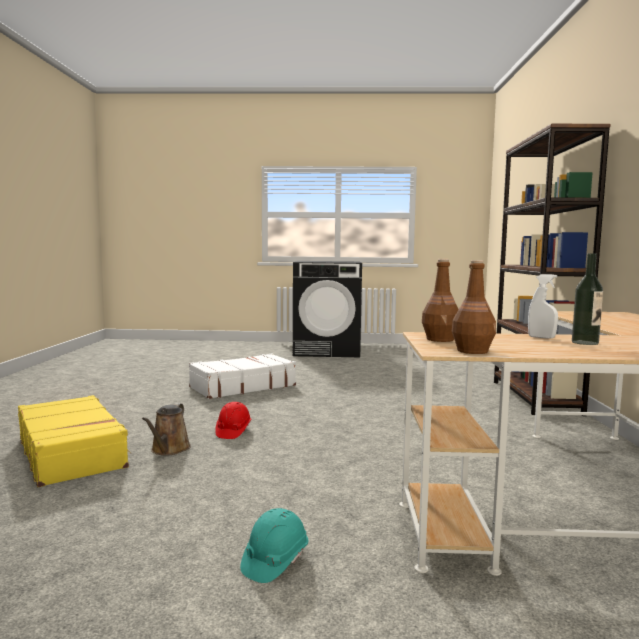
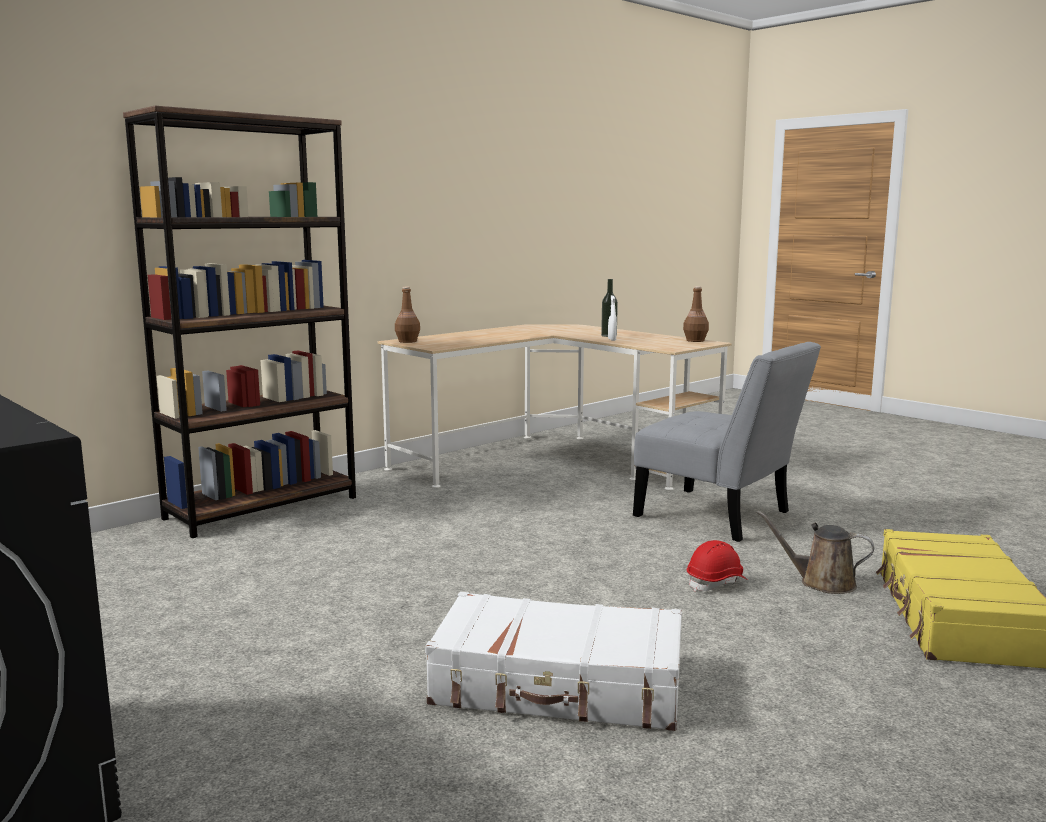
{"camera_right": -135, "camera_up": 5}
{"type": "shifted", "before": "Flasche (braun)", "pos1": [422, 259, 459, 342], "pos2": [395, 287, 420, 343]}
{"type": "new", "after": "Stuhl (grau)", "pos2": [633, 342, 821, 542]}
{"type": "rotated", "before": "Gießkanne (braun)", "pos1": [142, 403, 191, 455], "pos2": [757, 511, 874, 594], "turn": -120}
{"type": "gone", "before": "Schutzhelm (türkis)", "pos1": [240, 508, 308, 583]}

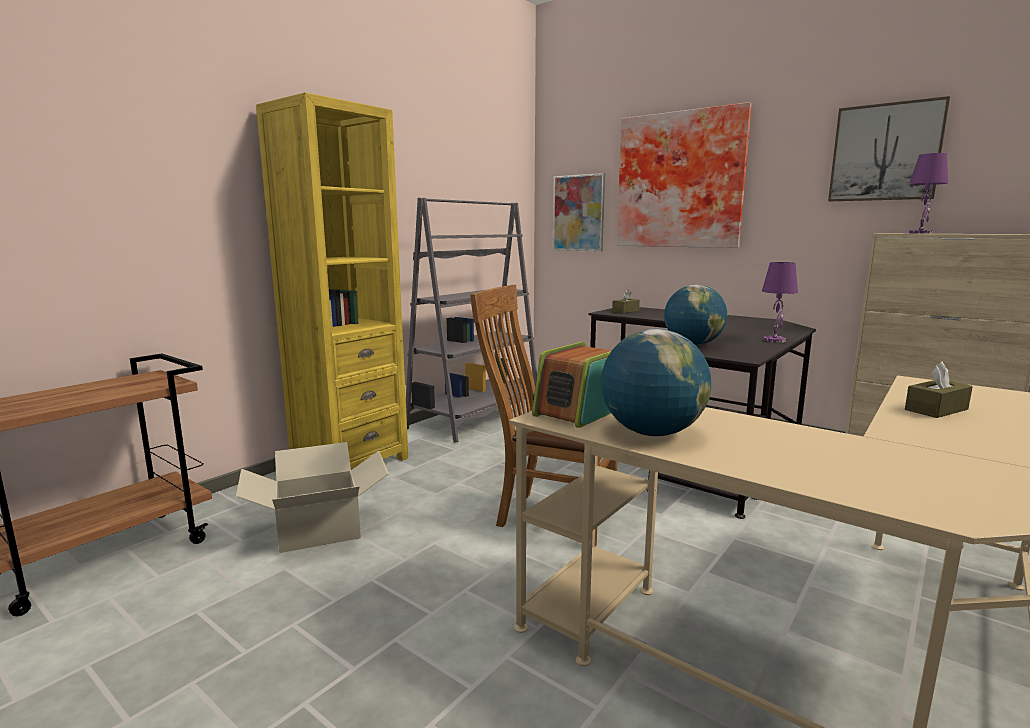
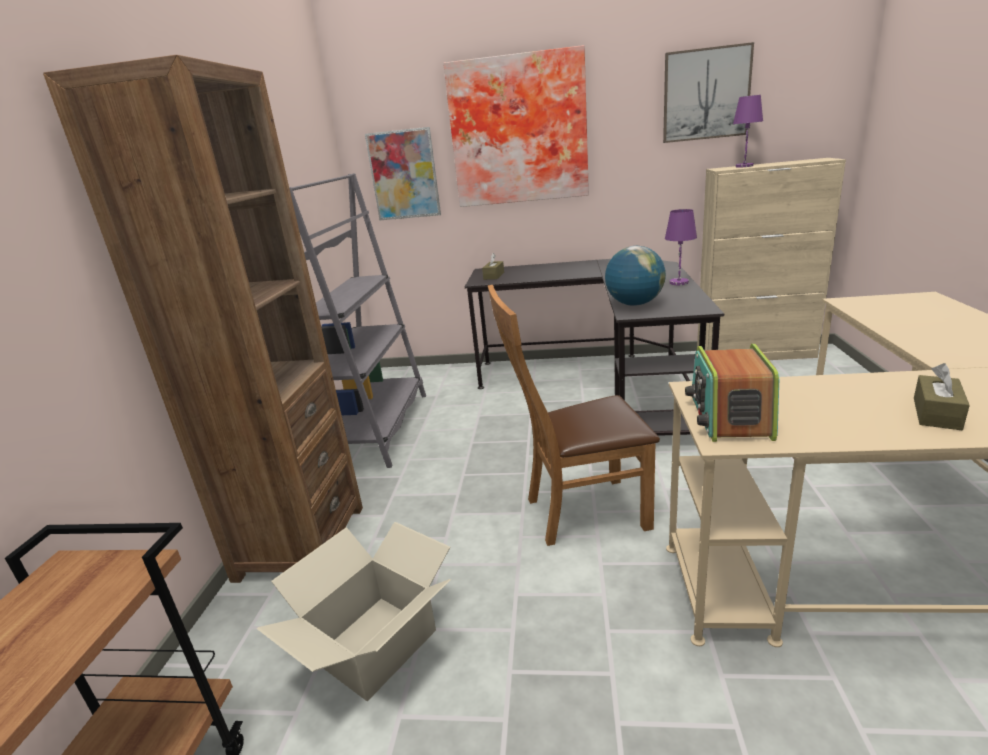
{"camera_right": -30, "camera_up": 10}
{"type": "repainted", "before": "Bücherregal (gelb)", "after": "Bücherregal (braun)", "pos1": [256, 92, 408, 470], "pos2": [43, 55, 363, 583]}
{"type": "shifted", "before": "Taschentuchbox (braun)", "pos1": [905, 362, 973, 418], "pos2": [914, 363, 970, 430]}
{"type": "gone", "before": "Globus", "pos1": [601, 329, 711, 436]}

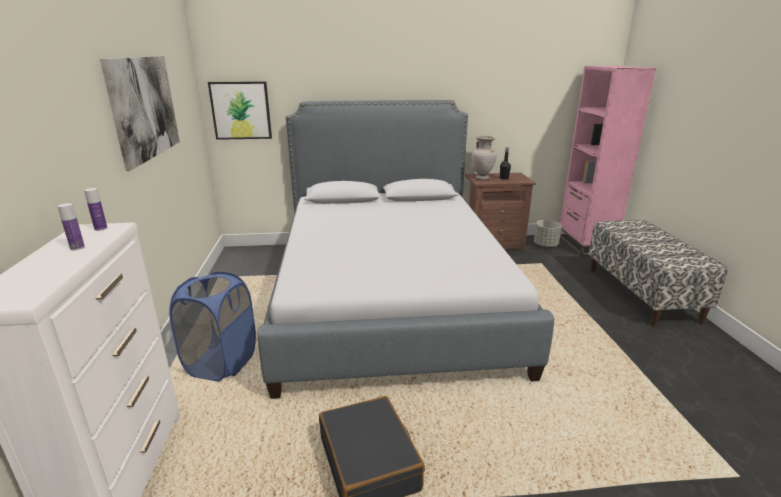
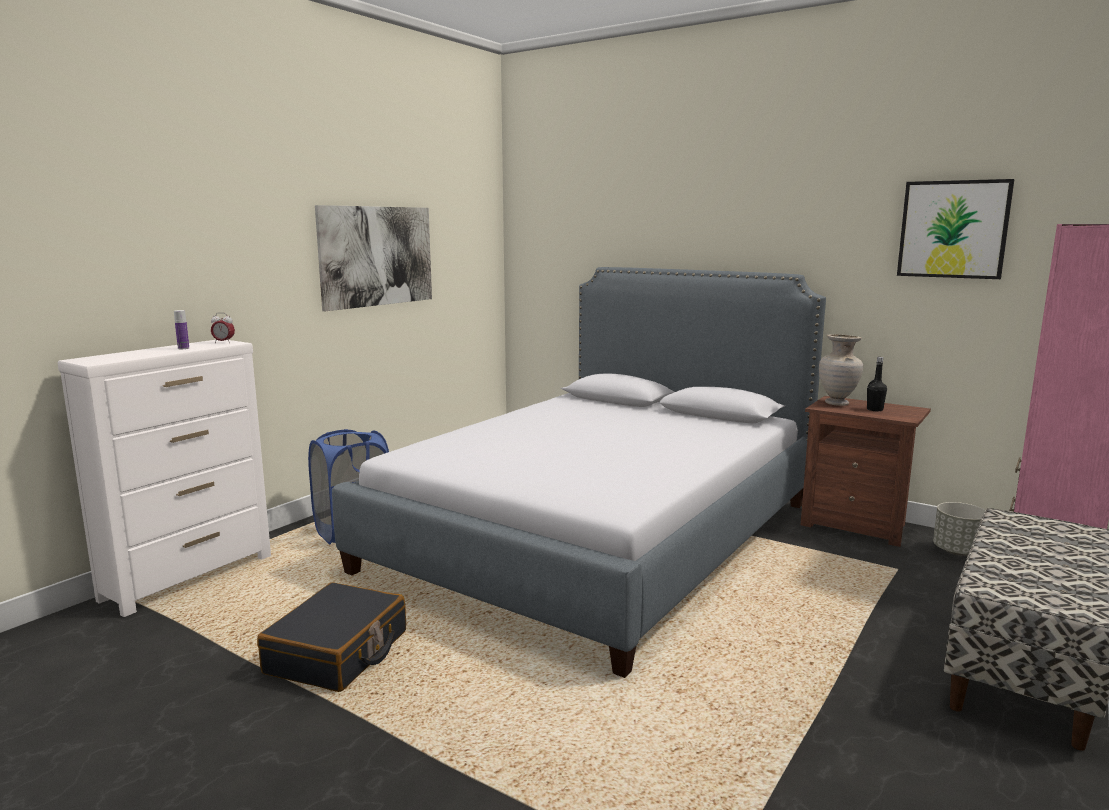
{"camera_right": 40, "camera_up": -10}
{"type": "swapped", "before": "Flasche", "after": "Wecker", "pos1": [84, 188, 107, 231], "pos2": [211, 313, 235, 343]}
{"type": "shifted", "before": "Bild", "pos1": [208, 81, 272, 140], "pos2": [897, 179, 1014, 279]}

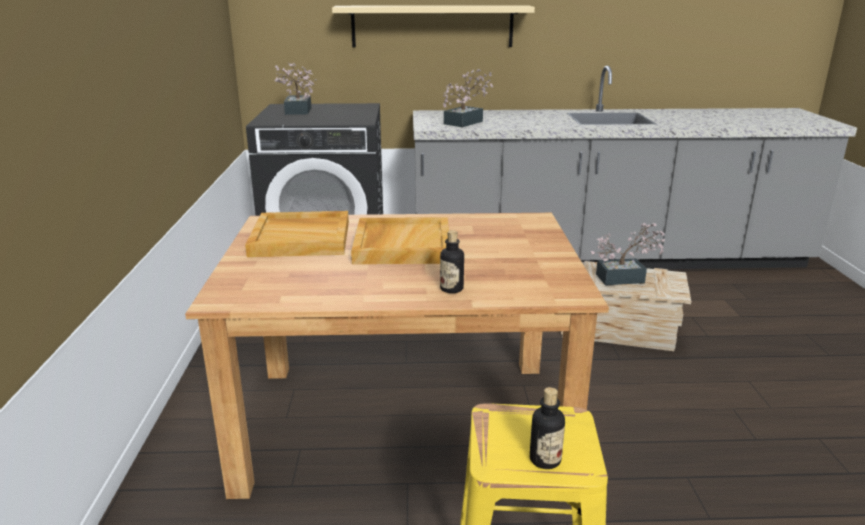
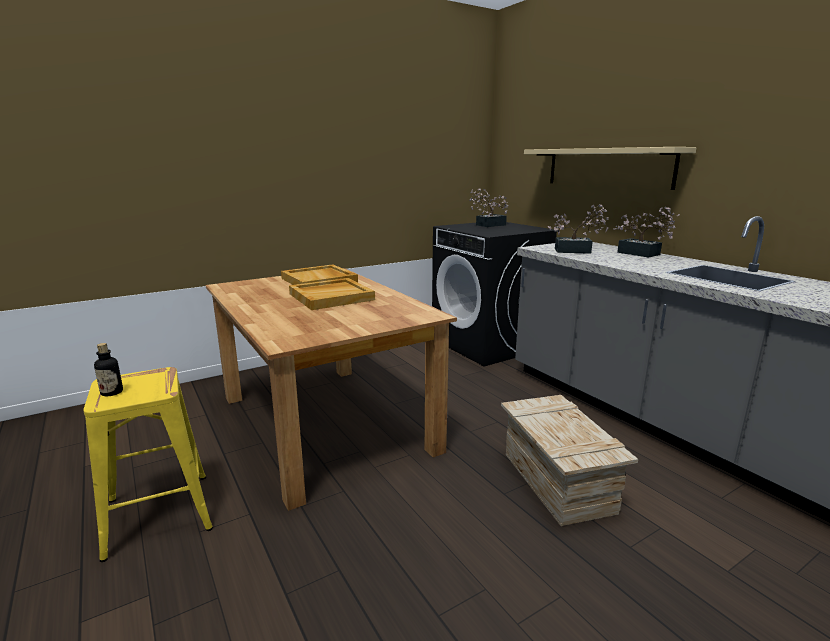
{"camera_right": 60, "camera_up": -5}
{"type": "shifted", "before": "Topfpflanze", "pos1": [591, 223, 665, 285], "pos2": [613, 207, 680, 258]}
{"type": "gone", "before": "Flasche", "pos1": [440, 230, 464, 293]}

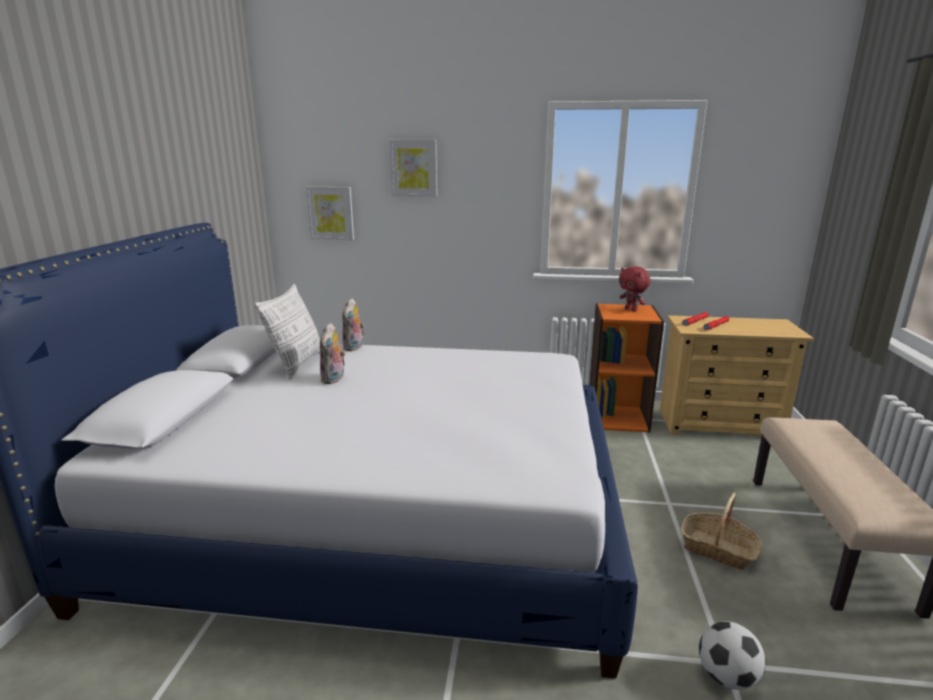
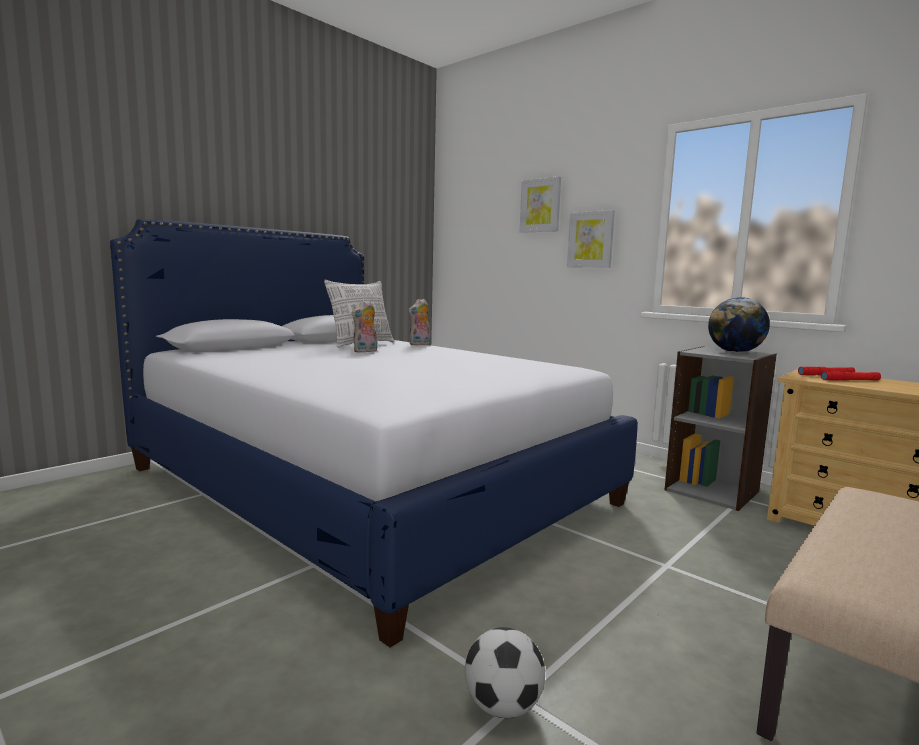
{"camera_right": 35, "camera_up": -10}
{"type": "shifted", "before": "Bild", "pos1": [306, 187, 354, 240], "pos2": [567, 210, 615, 268]}
{"type": "repainted", "before": "Bücherregal (orange)", "after": "Bücherregal (grau)", "pos1": [589, 303, 664, 433], "pos2": [665, 346, 777, 511]}
{"type": "swapped", "before": "Plüschtier (rot)", "after": "Globus", "pos1": [619, 266, 651, 312], "pos2": [708, 297, 770, 353]}
{"type": "gone", "before": "Korb", "pos1": [681, 492, 762, 570]}

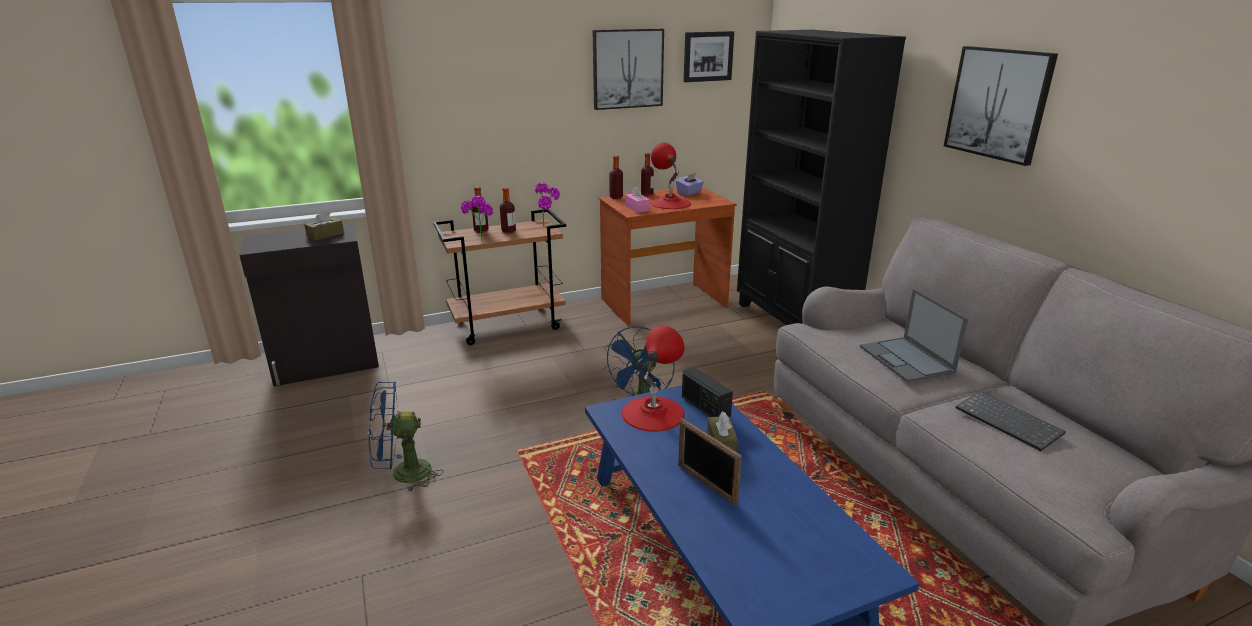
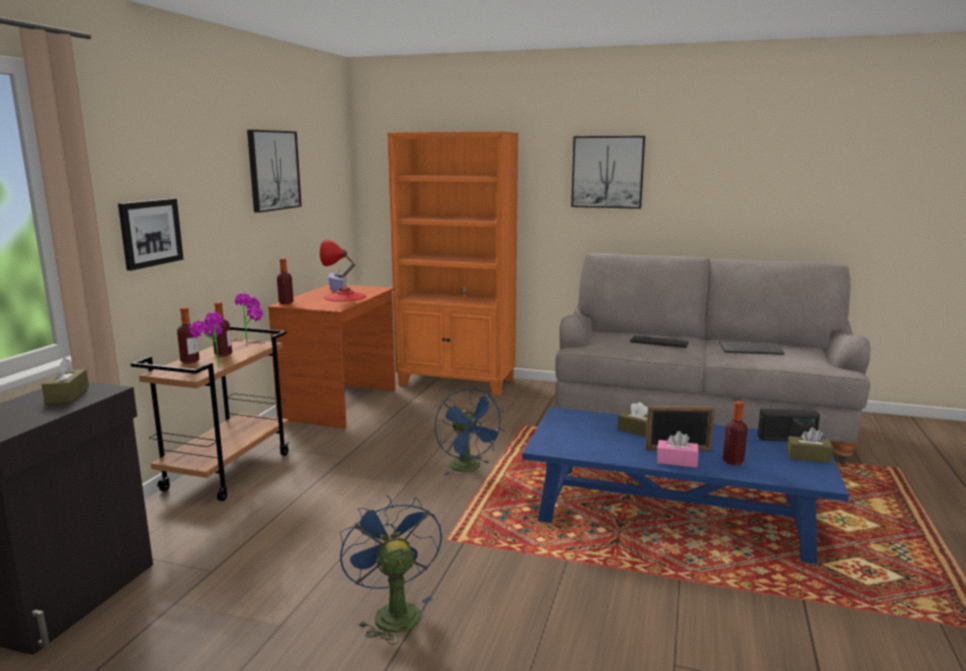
{"camera_right": -50, "camera_up": -10}
{"type": "shifted", "before": "Bild", "pos1": [684, 31, 734, 82], "pos2": [118, 198, 184, 271]}
{"type": "rotated", "before": "Ventilator (blau)", "pos1": [369, 381, 443, 493], "pos2": [340, 495, 442, 645], "turn": 135}
{"type": "repainted", "before": "Bücherregal (schwarz)", "after": "Bücherregal (orange)", "pos1": [737, 30, 906, 325], "pos2": [387, 132, 518, 396]}
{"type": "swapped", "before": "Laptop", "after": "Tastatur", "pos1": [860, 289, 968, 382], "pos2": [630, 336, 689, 348]}
{"type": "shifted", "before": "Taschentuchbox (rosa)", "pos1": [625, 186, 650, 213], "pos2": [657, 431, 699, 468]}
{"type": "shifted", "before": "Flasche", "pos1": [641, 153, 654, 196], "pos2": [723, 401, 748, 465]}
{"type": "shifted", "before": "Radio", "pos1": [682, 367, 733, 417], "pos2": [757, 409, 820, 441]}
{"type": "new", "after": "Taschentuchbox (braun)", "pos2": [787, 427, 833, 463]}
{"type": "gone", "before": "Tischlampe (rot)", "pos1": [622, 325, 685, 432]}

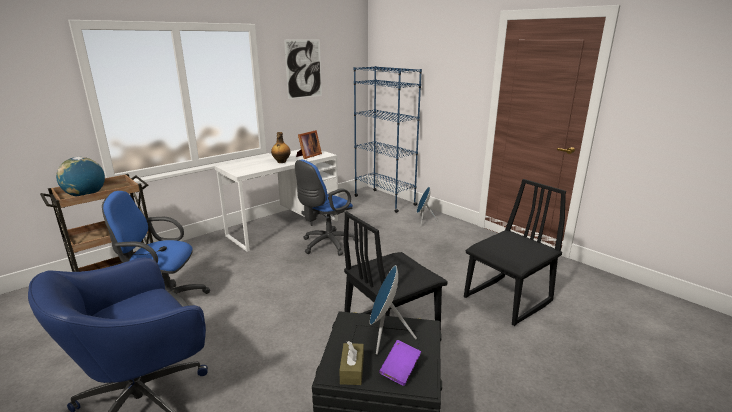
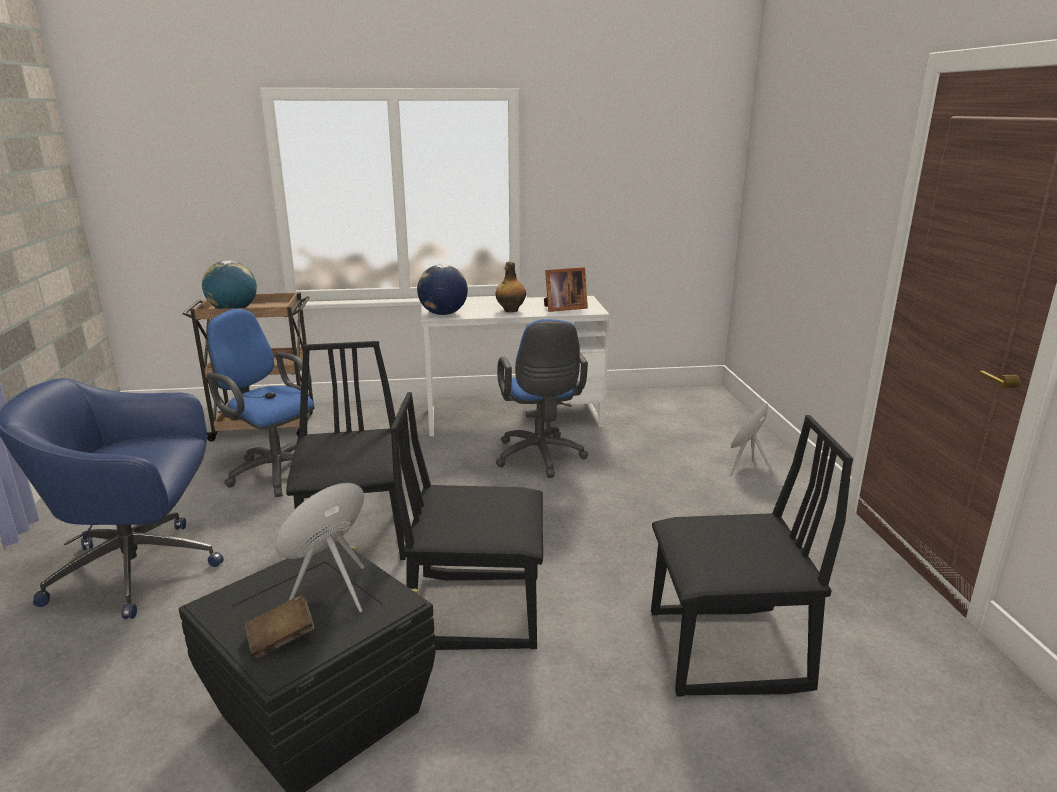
{"camera_right": 35, "camera_up": 0}
{"type": "repainted", "before": "Buch (lila)", "after": "Buch (braun)", "pos1": [379, 340, 421, 386], "pos2": [245, 594, 314, 659]}
{"type": "new", "after": "Stuhl (schwarz)", "pos2": [286, 341, 406, 560]}
{"type": "new", "after": "Globus", "pos2": [417, 264, 468, 315]}
{"type": "rotated", "before": "Bürostuhl (blau)", "pos1": [295, 160, 359, 256], "pos2": [495, 319, 588, 478], "turn": -90}
{"type": "gone", "before": "Bild", "pos1": [284, 39, 322, 99]}
{"type": "gone", "before": "Taschentuchbox (braun)", "pos1": [339, 341, 364, 385]}
{"type": "gone", "before": "Bücherregal (blau)", "pos1": [354, 66, 422, 213]}

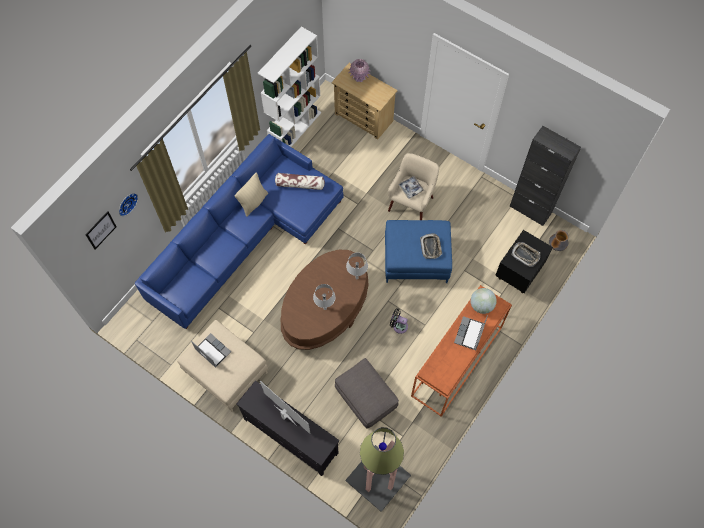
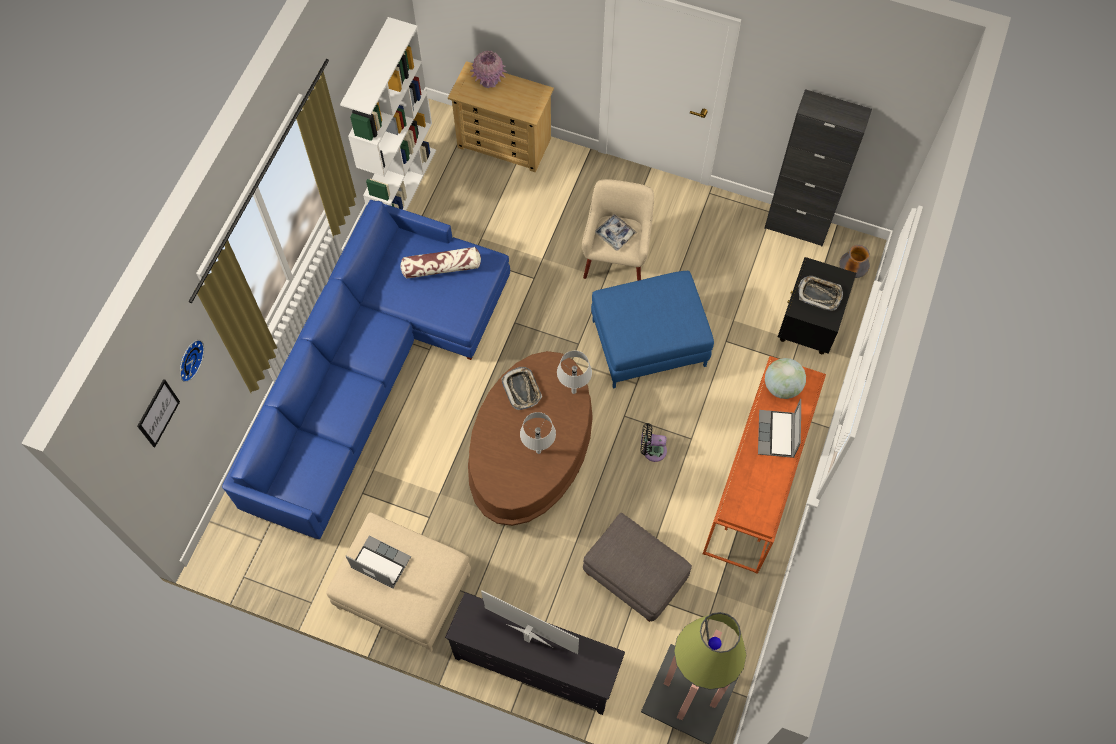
{"camera_right": -15, "camera_up": 0}
{"type": "shifted", "before": "Tablett", "pos1": [420, 233, 442, 259], "pos2": [501, 367, 542, 410]}
{"type": "gone", "before": "Kissen (beige)", "pos1": [235, 172, 268, 217]}

